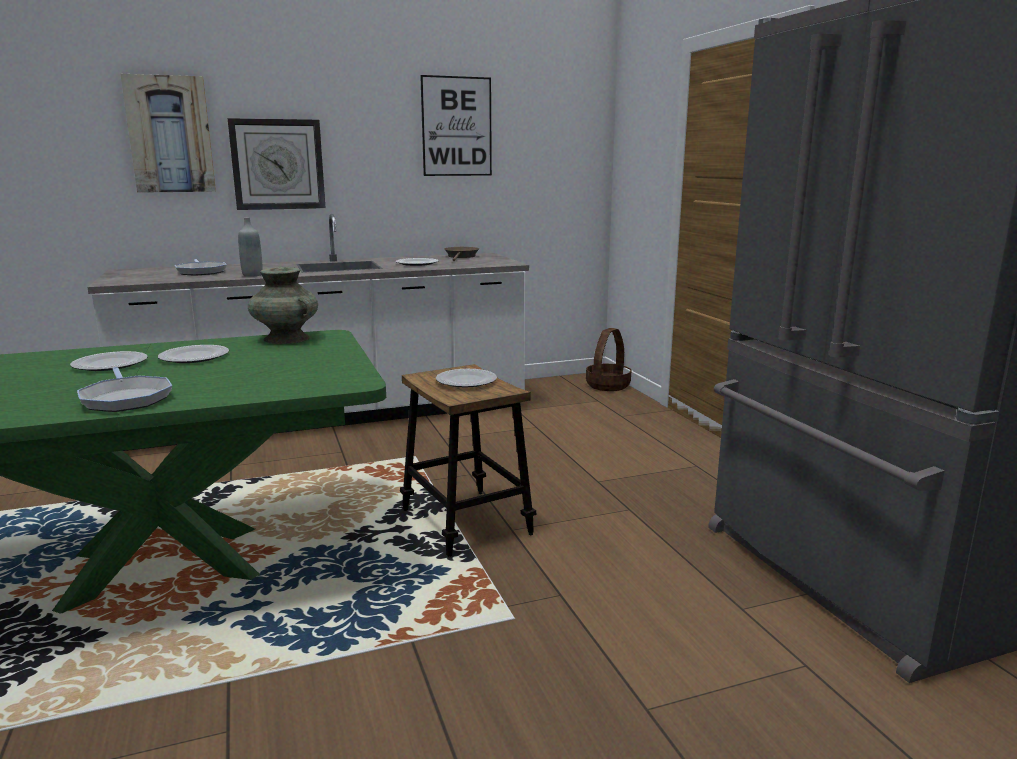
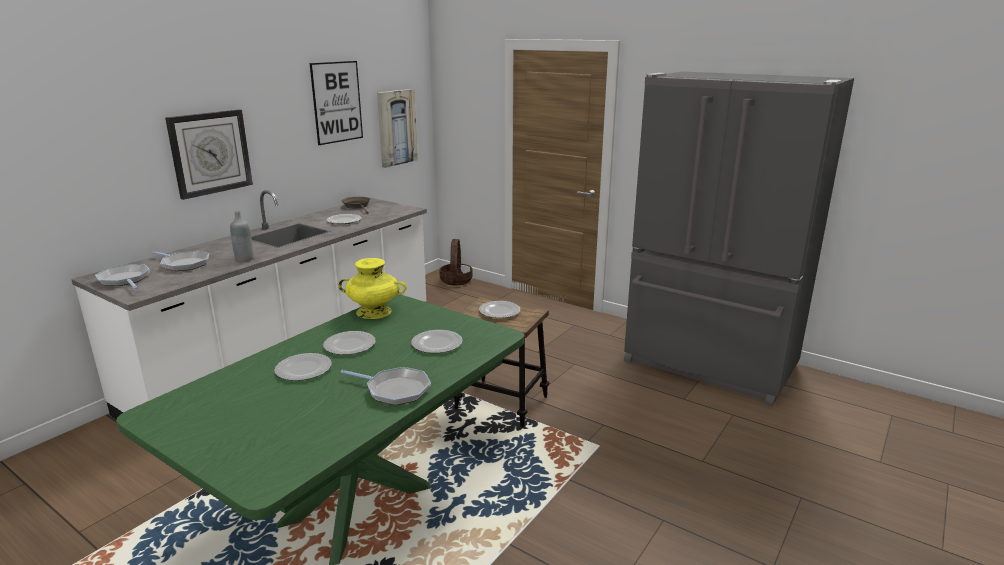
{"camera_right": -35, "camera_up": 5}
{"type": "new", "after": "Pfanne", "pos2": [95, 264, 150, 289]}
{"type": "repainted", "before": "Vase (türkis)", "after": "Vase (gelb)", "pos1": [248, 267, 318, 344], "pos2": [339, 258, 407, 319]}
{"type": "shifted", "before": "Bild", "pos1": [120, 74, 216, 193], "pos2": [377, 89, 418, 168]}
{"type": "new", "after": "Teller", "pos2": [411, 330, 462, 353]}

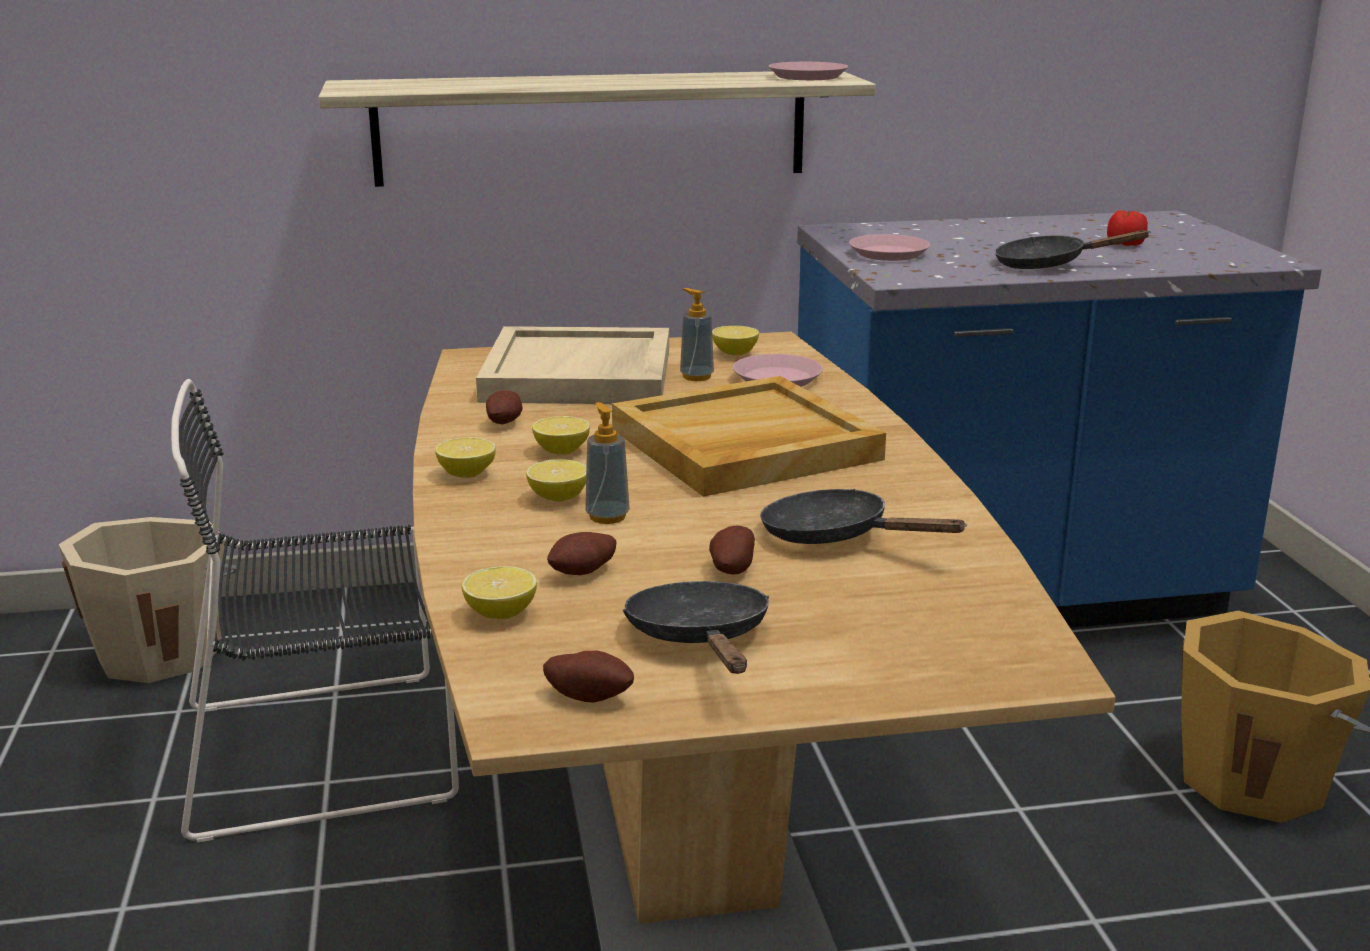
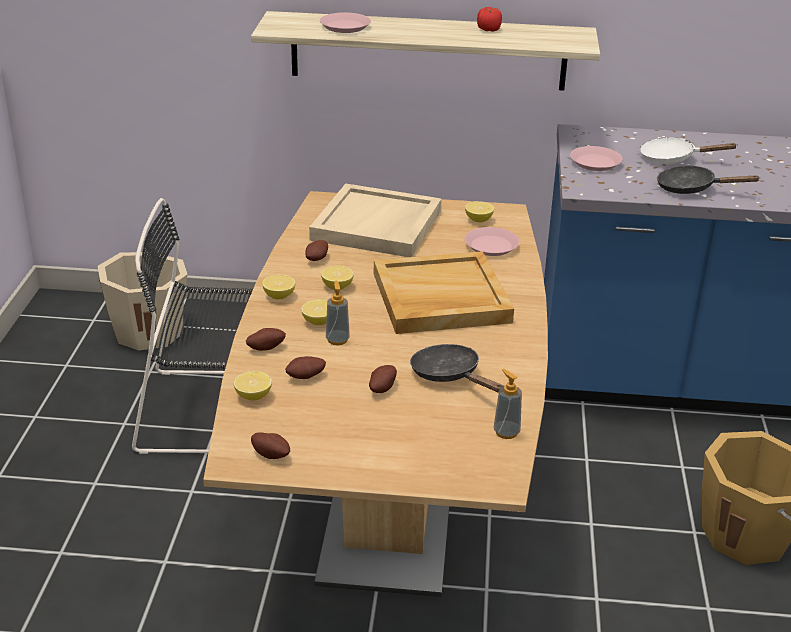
{"camera_right": 15, "camera_up": 10}
{"type": "new", "after": "Kartoffel", "pos2": [246, 328, 286, 351]}
{"type": "shifted", "before": "Teller (rosa)", "pos1": [769, 62, 848, 80], "pos2": [320, 12, 371, 33]}
{"type": "shifted", "before": "Tomate", "pos1": [1107, 210, 1148, 246], "pos2": [477, 7, 502, 32]}
{"type": "shifted", "before": "Seifenspender", "pos1": [680, 288, 714, 381], "pos2": [494, 369, 522, 439]}
{"type": "new", "after": "Pfanne (weiß)", "pos2": [640, 137, 738, 164]}
{"type": "gone", "before": "Pfanne (schwarz)", "pos1": [623, 581, 769, 674]}

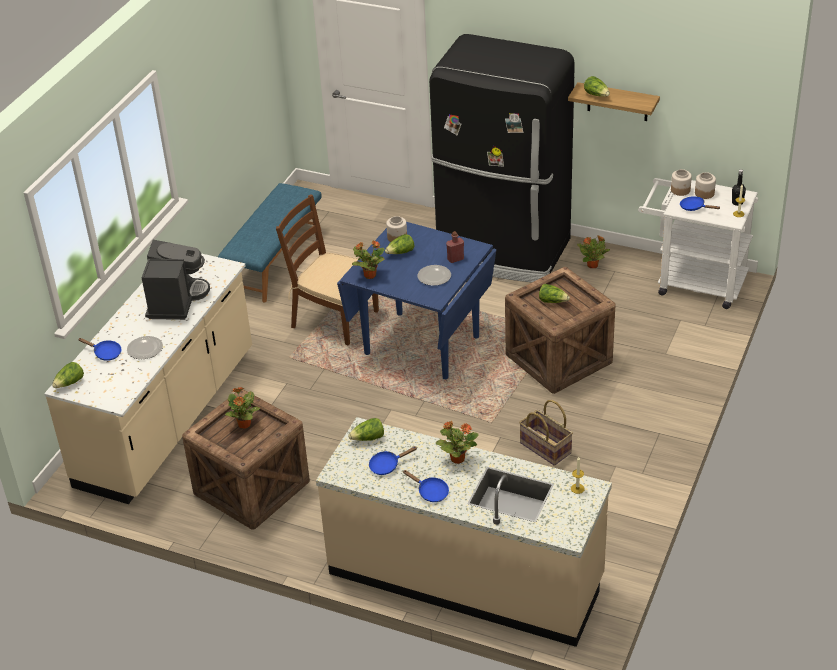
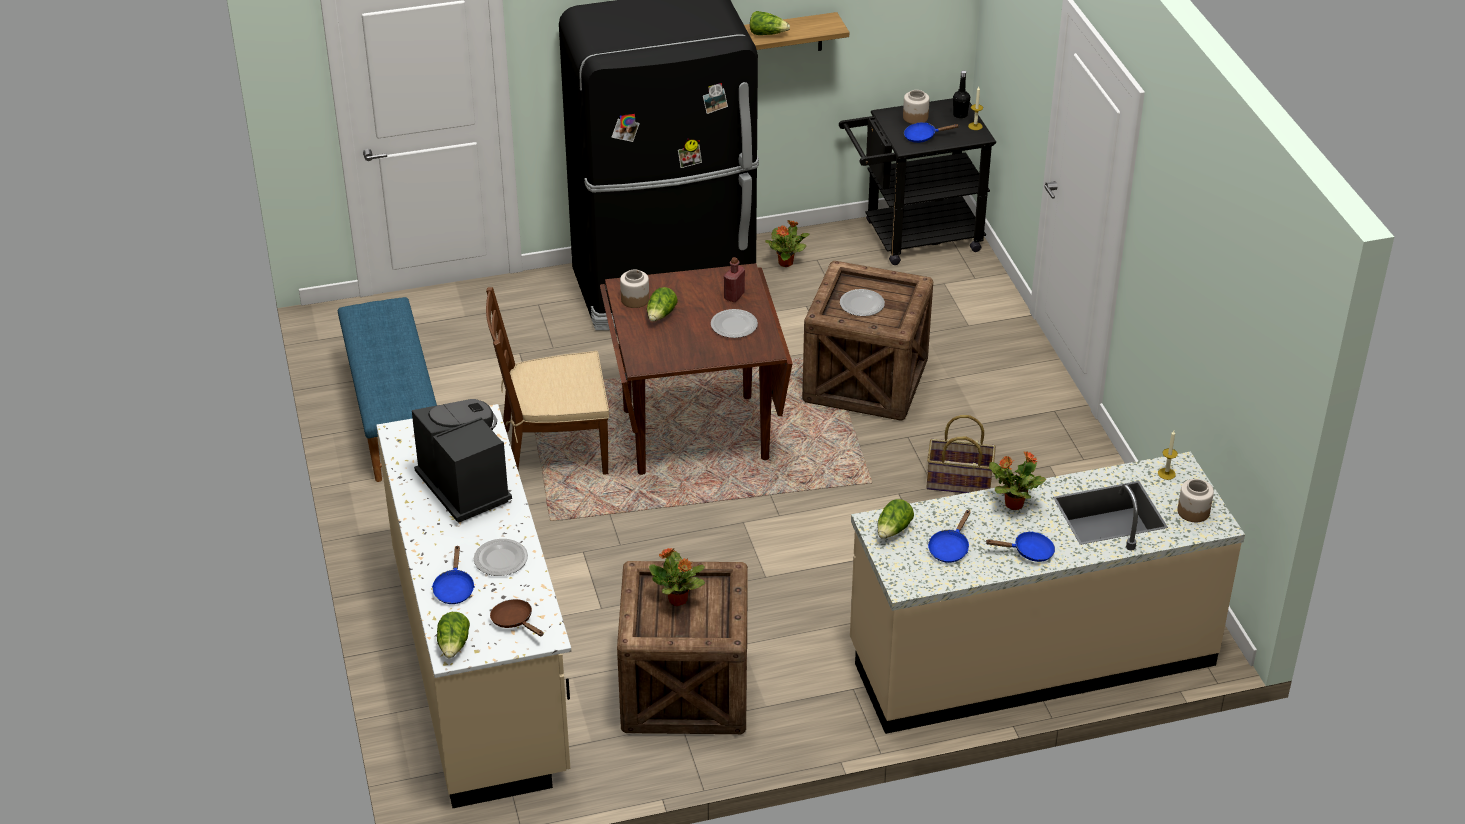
{"camera_right": -40, "camera_up": 0}
{"type": "rotated", "before": "Pfanne (blau)", "pos1": [78, 338, 122, 361], "pos2": [432, 545, 475, 604], "turn": 105}
{"type": "new", "after": "Pfanne (braun)", "pos2": [490, 599, 544, 636]}
{"type": "repainted", "before": "Esstisch (blau)", "after": "Esstisch (braun)", "pos1": [337, 222, 496, 379], "pos2": [600, 263, 793, 475]}
{"type": "repainted", "before": "Rollwagen (weiß)", "after": "Rollwagen (schwarz)", "pos1": [638, 178, 758, 309], "pos2": [839, 98, 996, 265]}
{"type": "swapped", "before": "Salatkopf", "after": "Teller", "pos1": [539, 284, 570, 303], "pos2": [840, 289, 885, 316]}
{"type": "shifted", "before": "Vorratsglas", "pos1": [671, 169, 692, 196], "pos2": [1178, 479, 1214, 522]}
{"type": "gone", "before": "Topfpflanze", "pos1": [352, 240, 385, 279]}

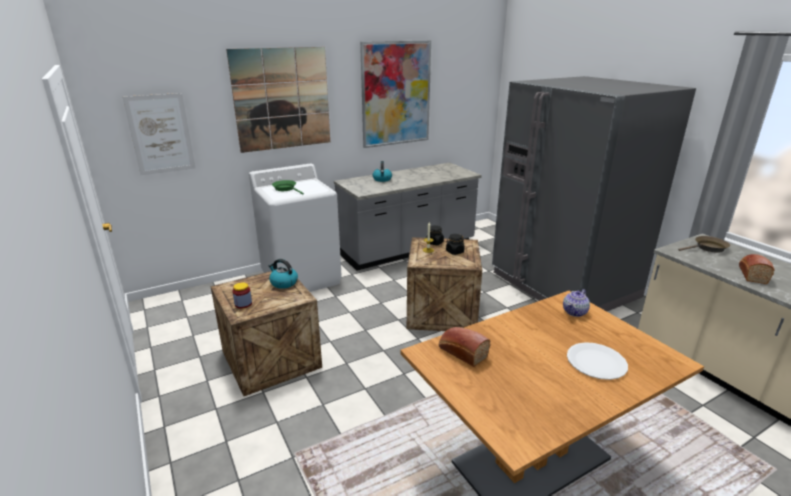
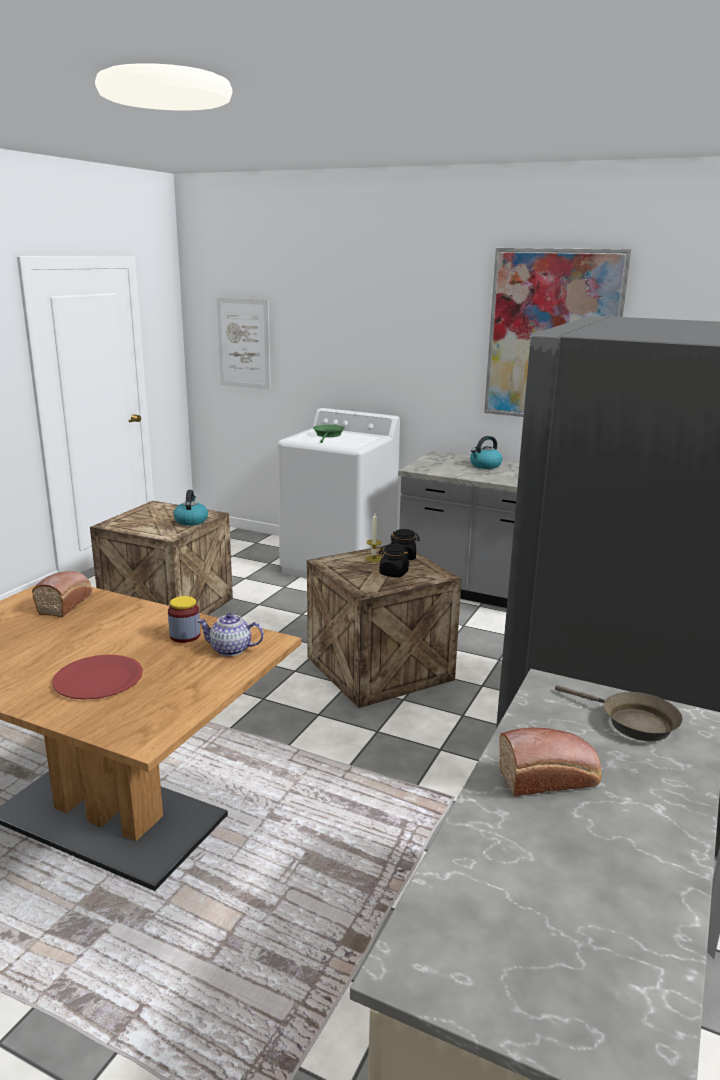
{"camera_right": 55, "camera_up": -5}
{"type": "repainted", "before": "Teller (weiß)", "after": "Teller (rot)", "pos1": [567, 342, 628, 380], "pos2": [52, 655, 143, 700]}
{"type": "shifted", "before": "Vorratsglas", "pos1": [232, 282, 252, 309], "pos2": [168, 596, 200, 643]}
{"type": "gone", "before": "Bild", "pos1": [226, 47, 330, 153]}

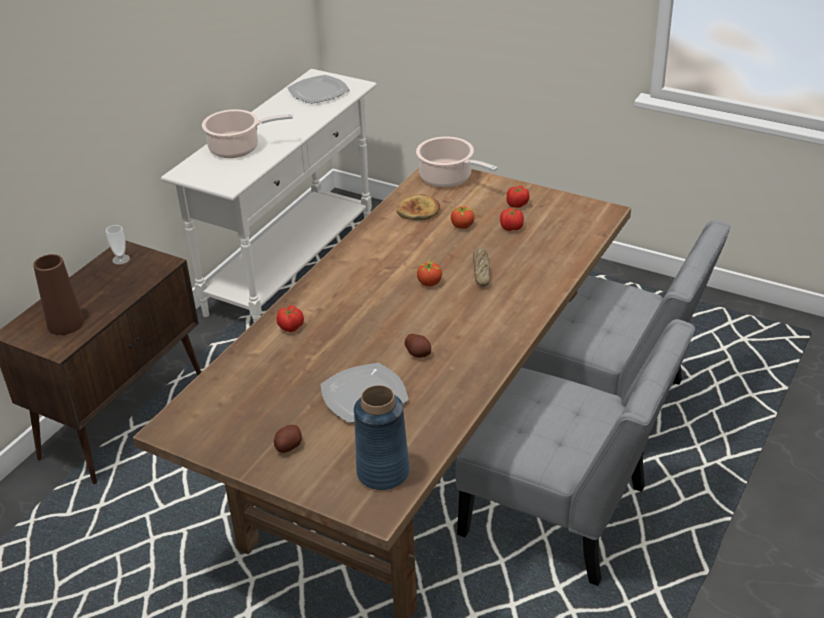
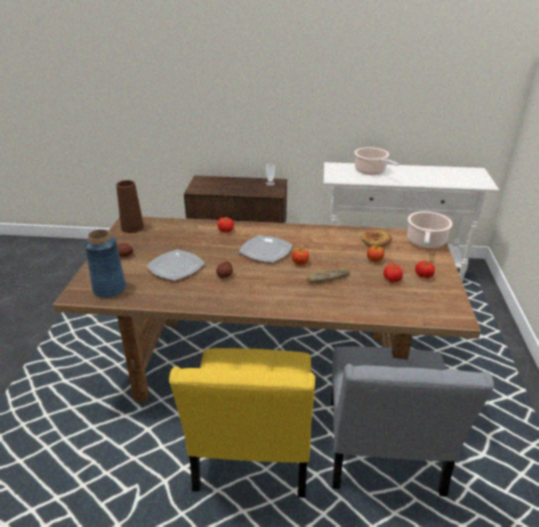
{"camera_right": 65, "camera_up": -5}
{"type": "shifted", "before": "Vase (braun)", "pos1": [33, 254, 84, 335], "pos2": [116, 180, 144, 233]}
{"type": "repainted", "before": "Stuhl (grau)", "after": "Stuhl (gelb)", "pos1": [456, 319, 695, 586], "pos2": [169, 348, 315, 498]}
{"type": "shifted", "before": "Teller", "pos1": [287, 75, 349, 104], "pos2": [239, 235, 292, 263]}

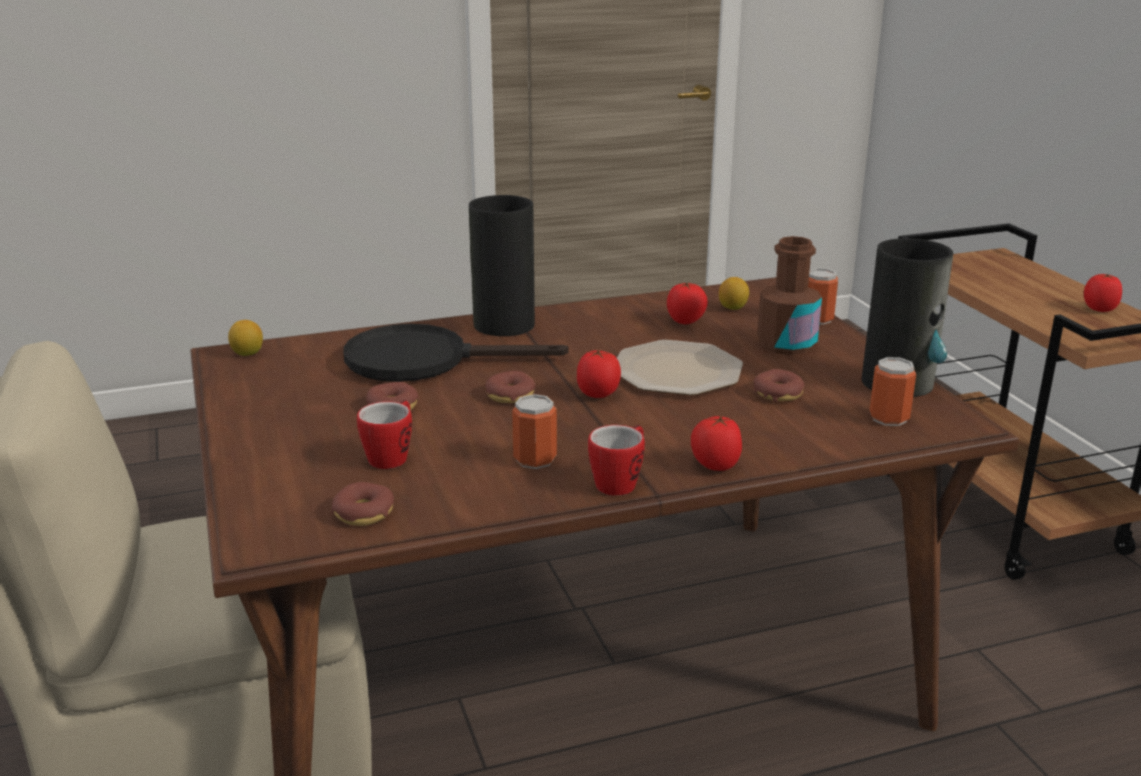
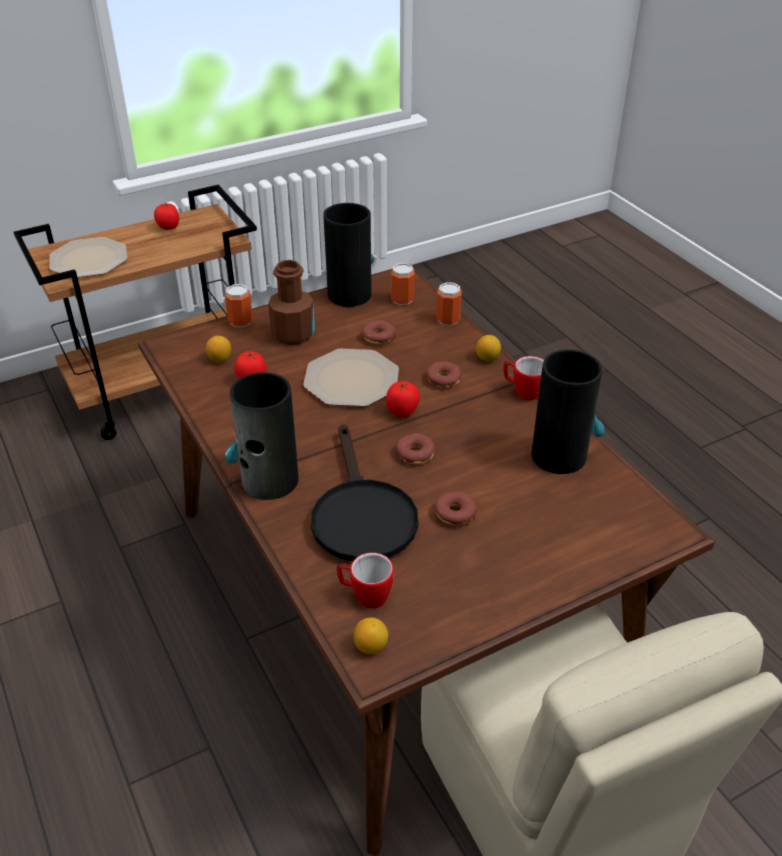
{"camera_right": -100, "camera_up": 15}
{"type": "new", "after": "Teller", "pos2": [49, 237, 127, 278]}
{"type": "shifted", "before": "Henkelbecher", "pos1": [357, 400, 412, 469], "pos2": [337, 552, 394, 609]}
{"type": "shifted", "before": "Donut", "pos1": [331, 482, 394, 526], "pos2": [427, 361, 462, 388]}
{"type": "shifted", "before": "Dose", "pos1": [512, 394, 557, 469], "pos2": [436, 282, 462, 326]}
{"type": "swapped", "before": "Tomate", "after": "Zitrone", "pos1": [691, 415, 742, 471], "pos2": [476, 335, 501, 361]}
{"type": "new", "after": "Vase", "pos2": [532, 349, 605, 474]}

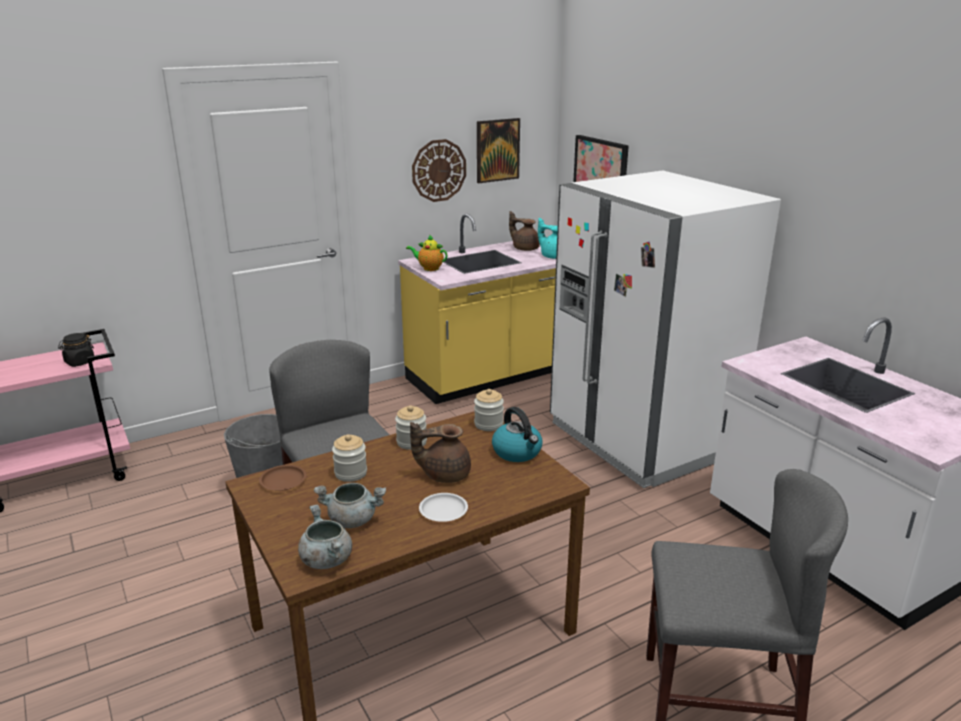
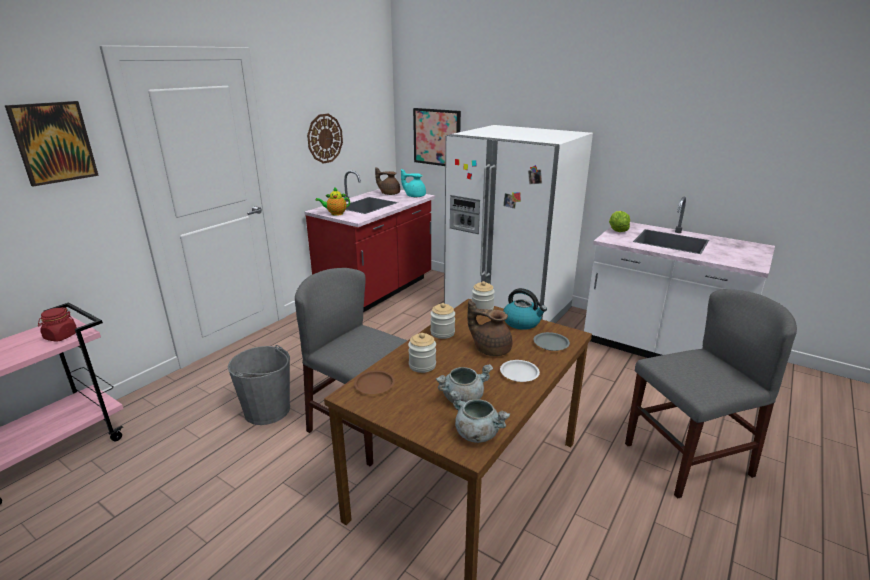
{"camera_right": -25, "camera_up": 0}
{"type": "shifted", "before": "Bild", "pos1": [477, 118, 520, 183], "pos2": [5, 101, 99, 187]}
{"type": "repainted", "before": "Vorratsglas (schwarz)", "after": "Vorratsglas (rot)", "pos1": [58, 333, 94, 367], "pos2": [38, 307, 77, 342]}
{"type": "repainted", "before": "Küchenzeile (gelb)", "after": "Küchenzeile (rot)", "pos1": [398, 214, 556, 404], "pos2": [304, 170, 435, 312]}
{"type": "rotated", "before": "Teekanne (braun)", "pos1": [410, 422, 471, 483], "pos2": [467, 300, 512, 356], "turn": 60}
{"type": "new", "after": "Teller (grau)", "pos2": [534, 332, 570, 351]}
{"type": "new", "after": "Salatkopf", "pos2": [609, 211, 630, 232]}

